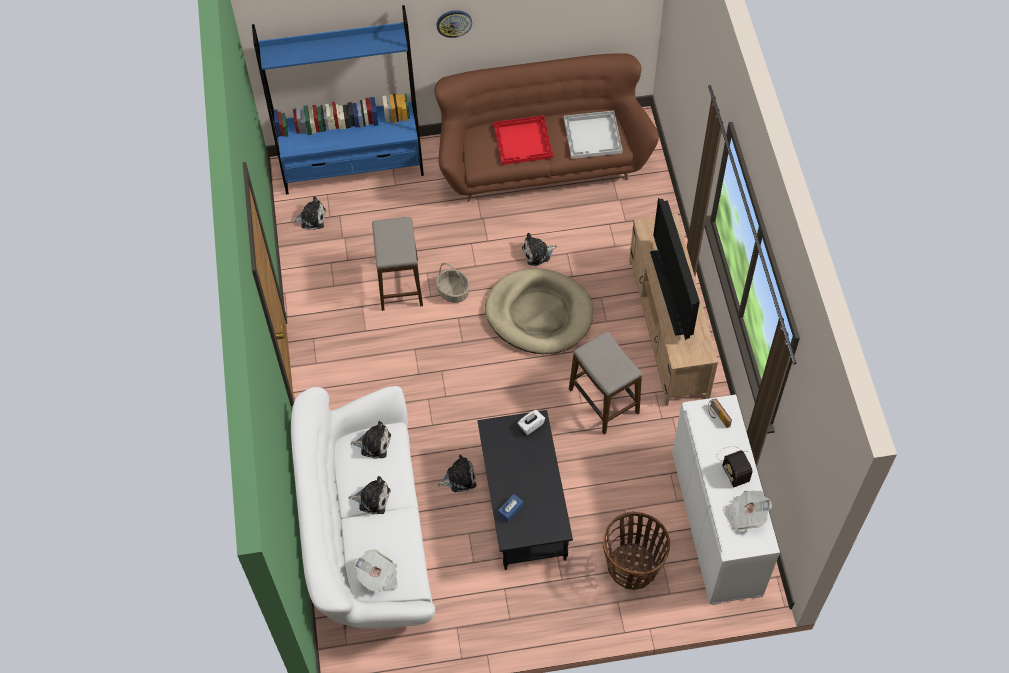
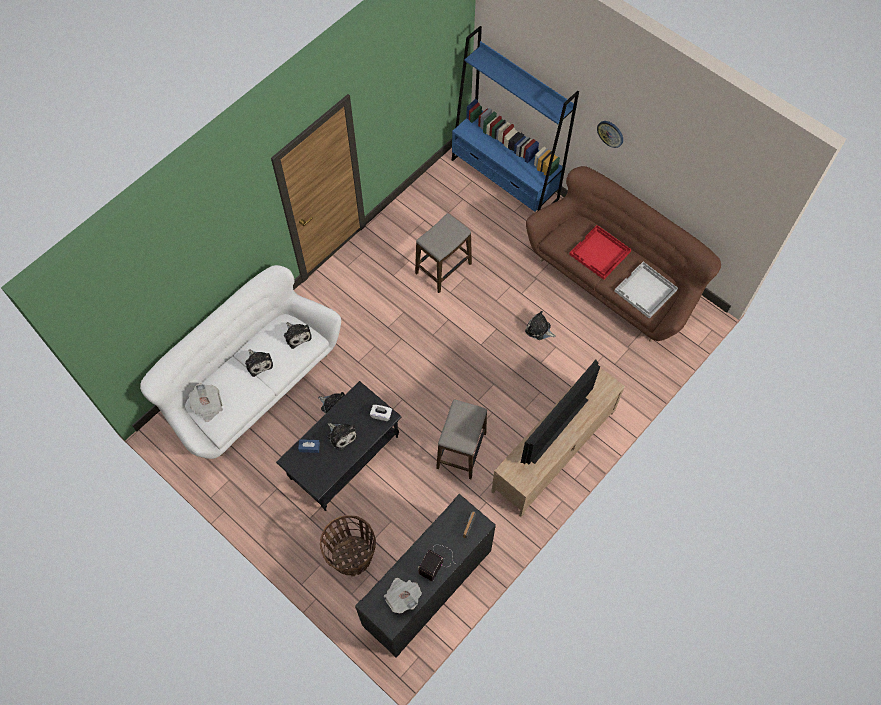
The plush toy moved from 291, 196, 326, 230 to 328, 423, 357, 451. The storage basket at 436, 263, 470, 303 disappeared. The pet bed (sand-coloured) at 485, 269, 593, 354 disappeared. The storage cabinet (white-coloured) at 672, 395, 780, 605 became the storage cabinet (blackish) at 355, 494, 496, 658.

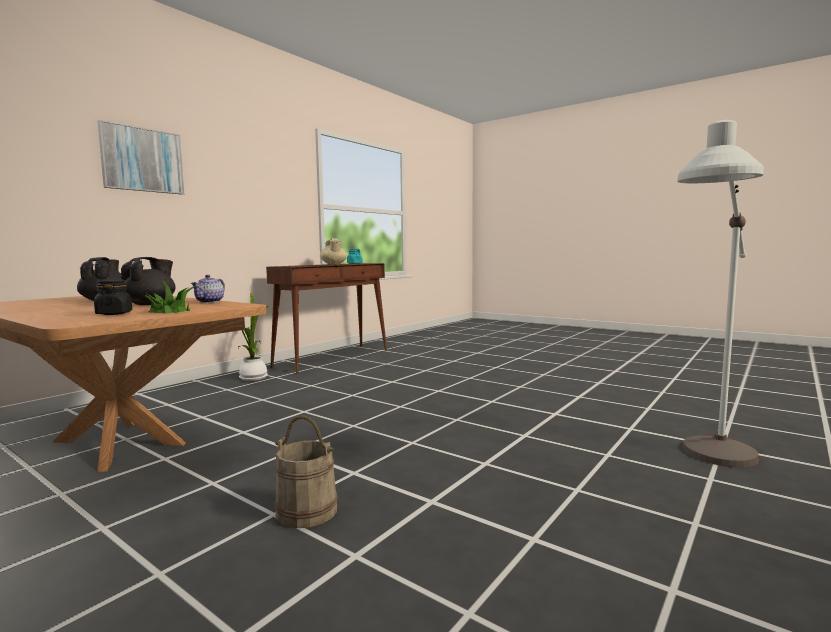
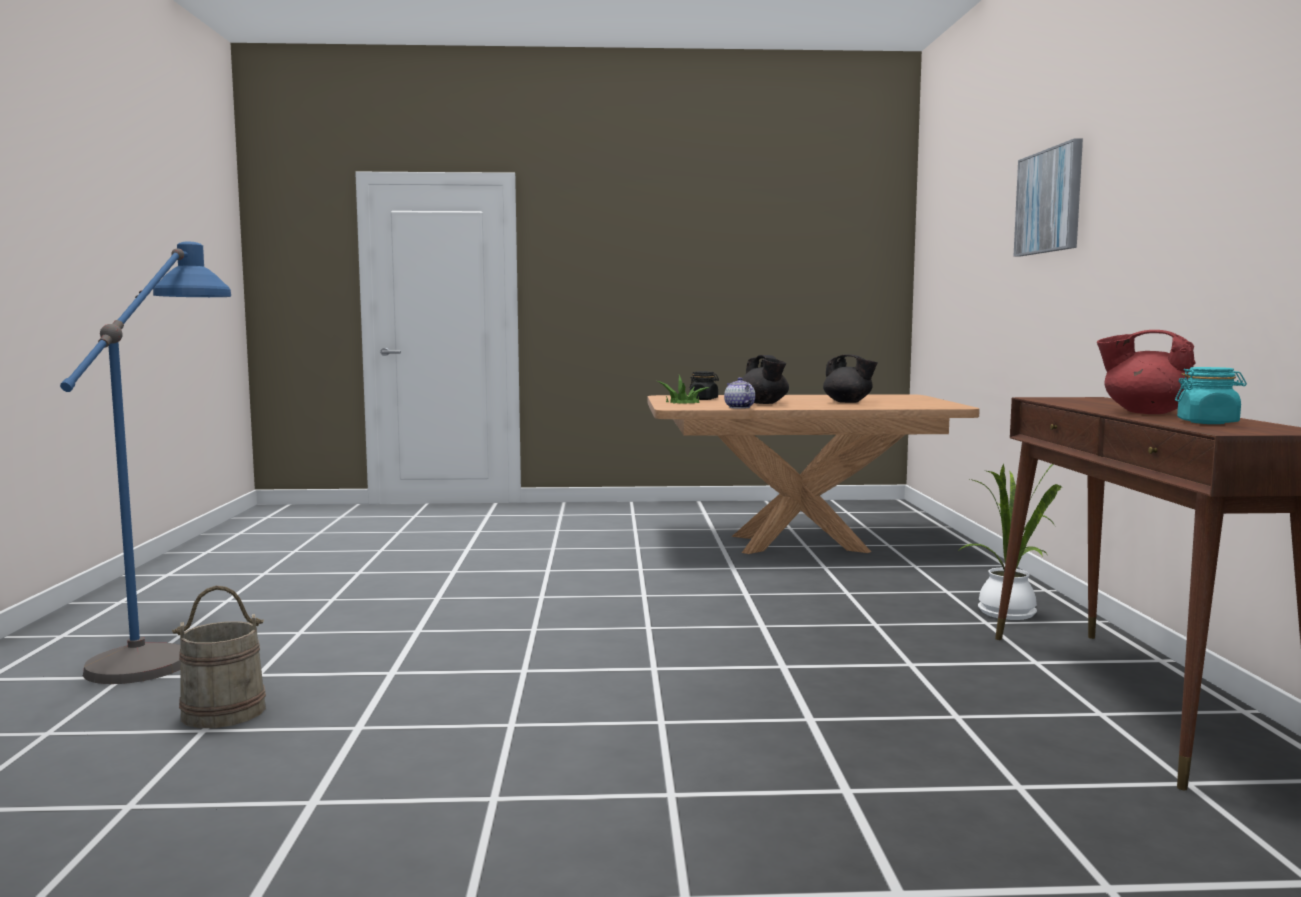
The standard lamp (white-coloured) at 677, 120, 764, 467 became the standard lamp (blue) at 60, 242, 231, 684. The teapot (sand-coloured) at 320, 238, 347, 265 became the teapot (reddish) at 1097, 330, 1195, 414. The water bucket (sand-coloured) moved from 275, 415, 337, 528 to 172, 586, 266, 728.

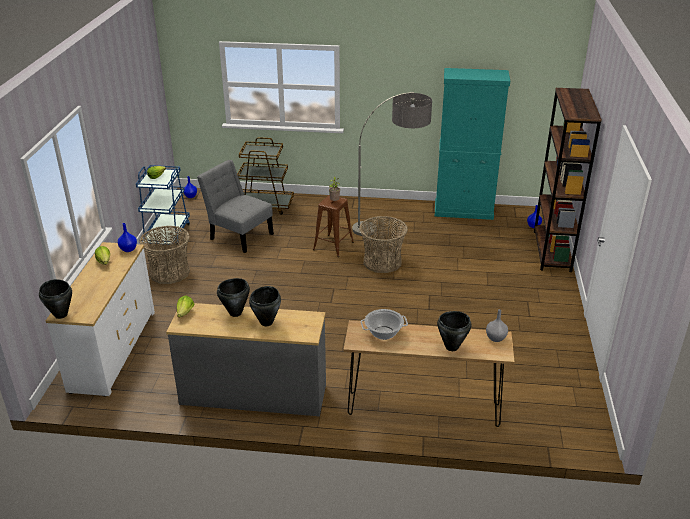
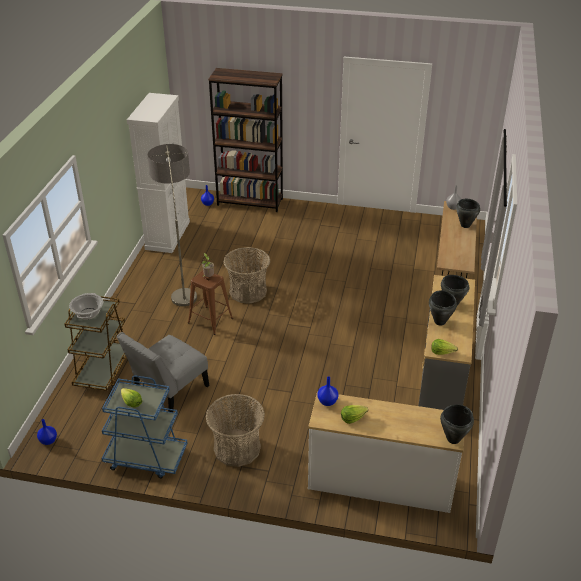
The storage cabinet (blue-green) at 435, 68, 510, 220 became the storage cabinet (white-coloured) at 127, 93, 190, 253. The stockpot moved from 361, 309, 408, 340 to 69, 293, 103, 320.

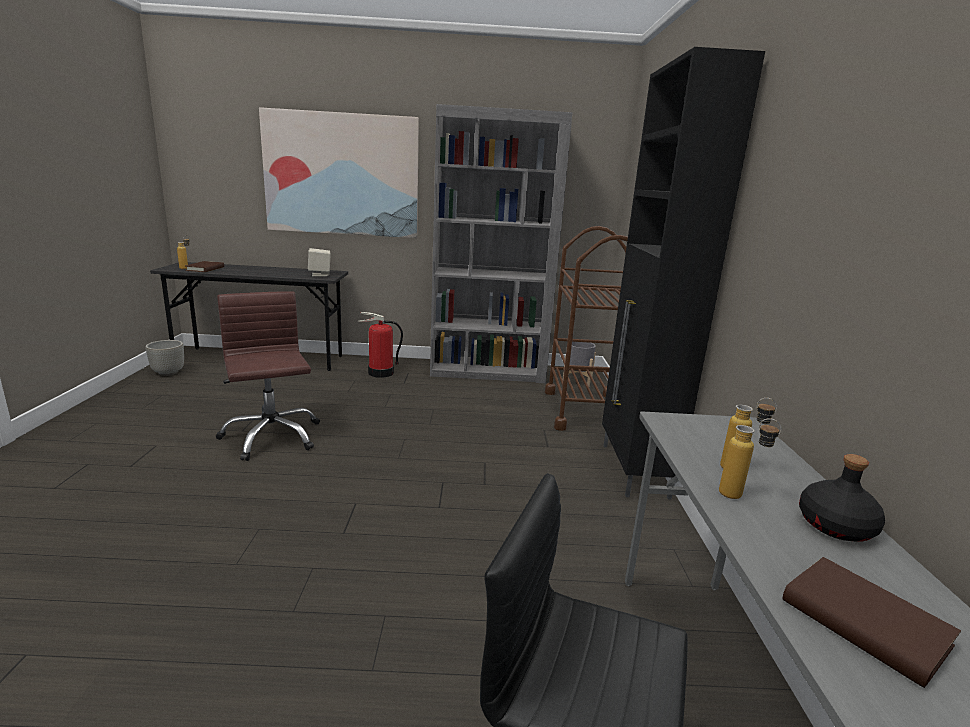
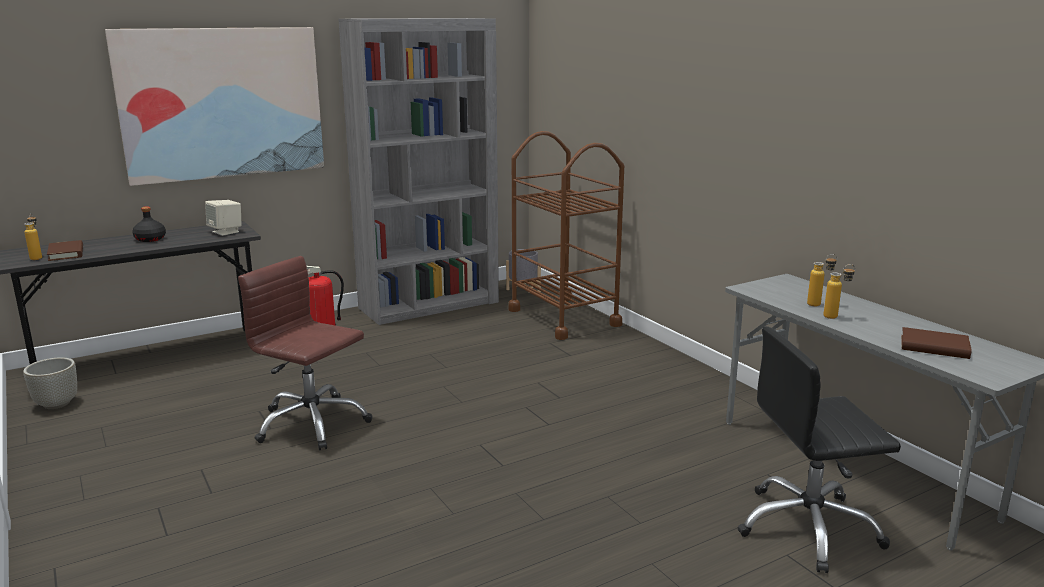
The storage cabinet (blackish) at 602, 47, 765, 500 disappeared. The drink bottle (blackish) moved from 799, 454, 885, 542 to 132, 206, 166, 242.

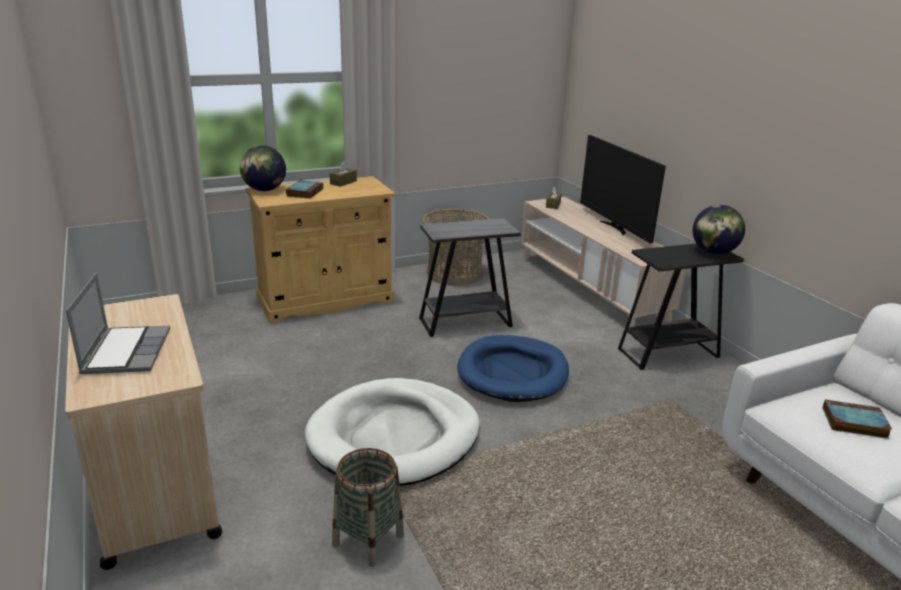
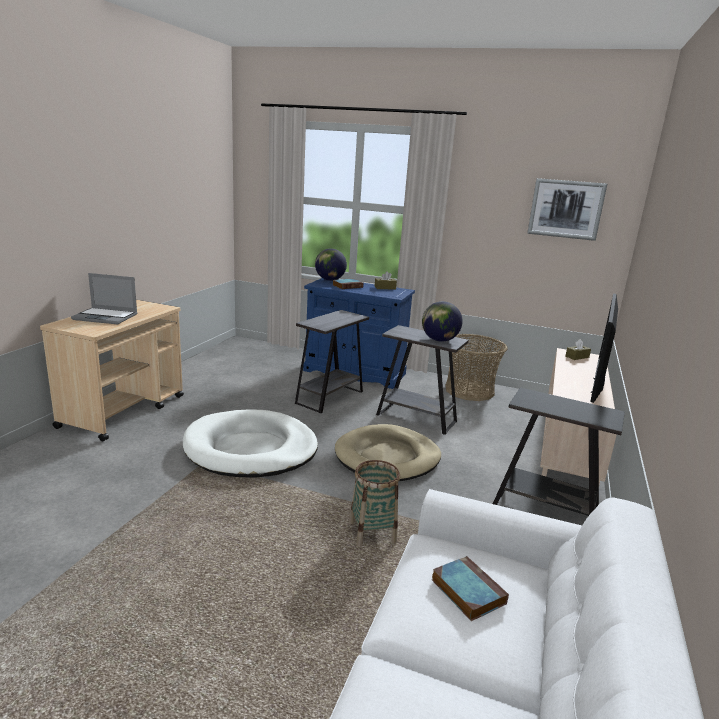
The storage cabinet (sand-coloured) at 246, 176, 395, 323 became the storage cabinet (blue) at 303, 278, 415, 389. The desk globe moved from 693, 205, 745, 254 to 422, 301, 463, 342. The portable computer at 66, 273, 170, 374 turned 60 degrees clockwise. The pet bed (blue) at 457, 335, 569, 402 became the pet bed (sand-coloured) at 335, 424, 441, 481. The storage basket moved from 332, 448, 404, 567 to 349, 460, 400, 547. The wall picture at 527, 178, 607, 241 appeared. The accent table (grey) at 295, 310, 369, 413 appeared.

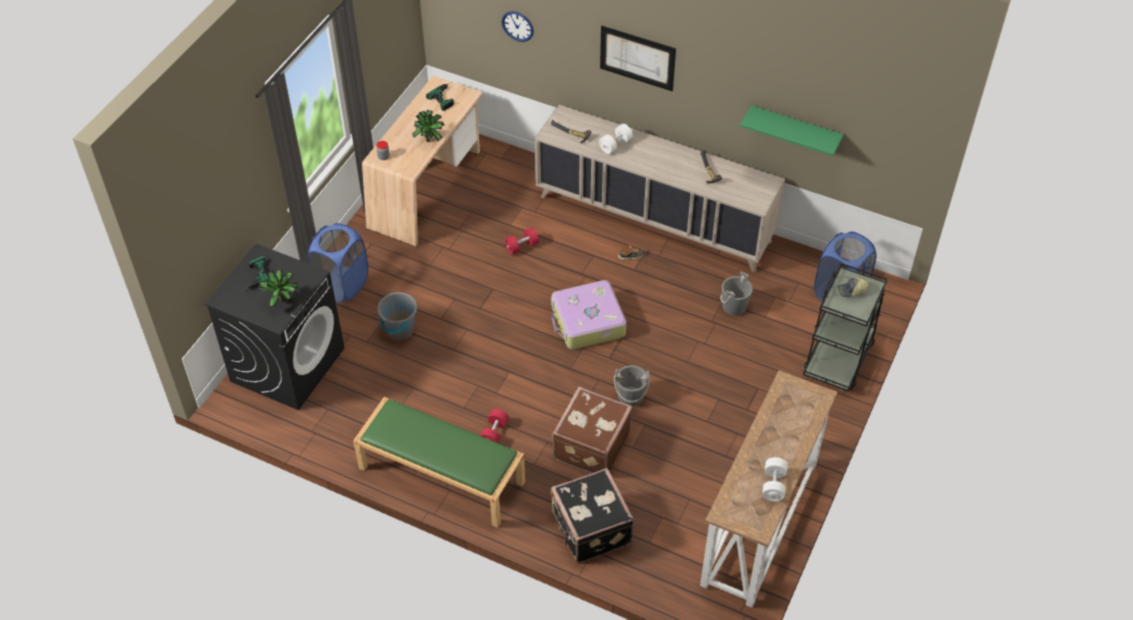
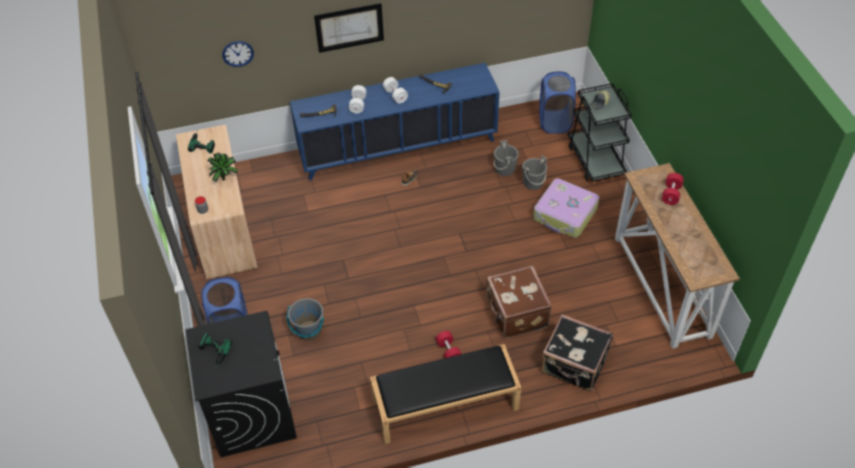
The storage cabinet (sand-coloured) at 535, 105, 785, 272 became the storage cabinet (blue) at 290, 63, 500, 180. The shelf (green-coloured) at 740, 105, 844, 156 disappeared. The free weight (reddish) moved from 505, 227, 539, 254 to 662, 173, 684, 205. The houseplant at 259, 269, 298, 307 disappeared. The suitcase moved from 551, 280, 626, 349 to 533, 178, 599, 238. The water bucket (grey) moved from 614, 365, 650, 407 to 522, 155, 547, 190. The long seat (green-coloured) at 353, 397, 525, 528 became the long seat (blackish) at 370, 344, 521, 444. The free weight (white-coloured) moved from 762, 457, 788, 502 to 383, 77, 408, 104.

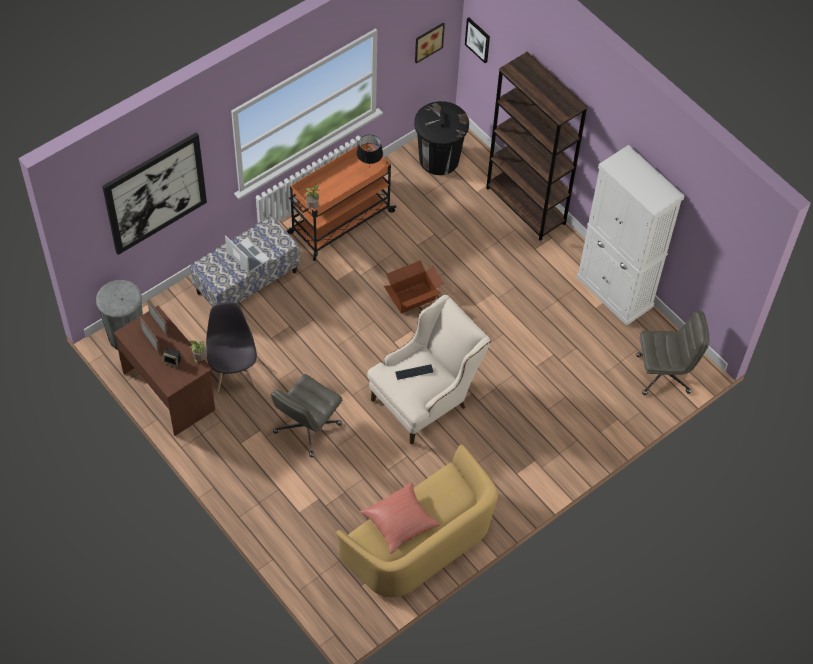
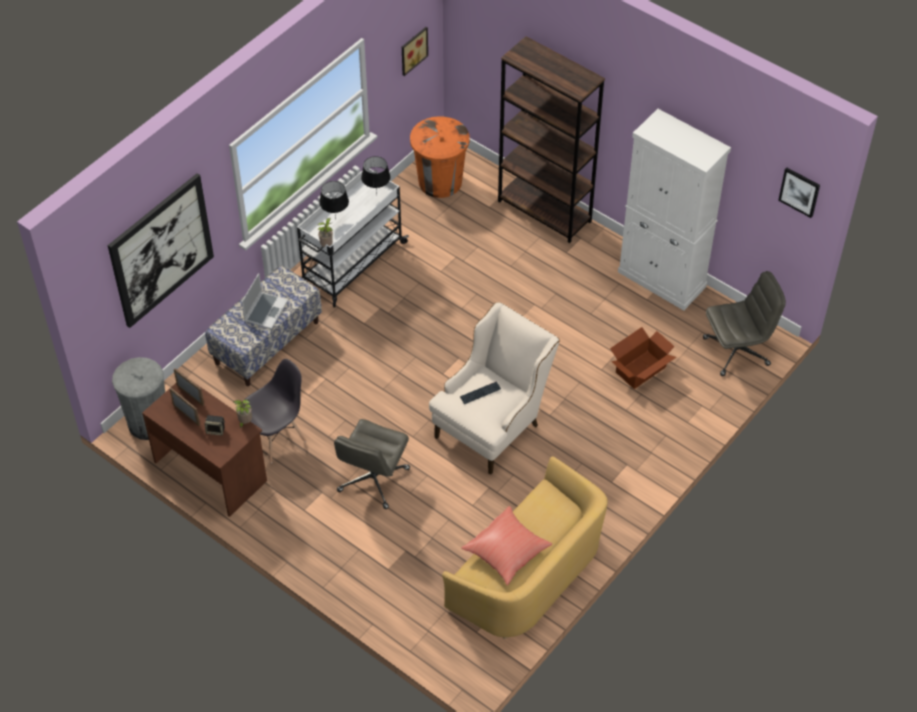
The wall picture moved from 465, 18, 490, 64 to 778, 168, 820, 218. The trash can (blackish) at 414, 101, 469, 175 became the trash can (orangey) at 410, 116, 470, 198. The cart (orangey) at 287, 143, 396, 261 became the cart (white-coloured) at 297, 168, 409, 307. The portable computer at 225, 235, 270, 274 turned 75 degrees clockwise. The carton moved from 384, 260, 443, 314 to 610, 327, 676, 389. The upright chair (grey) at 206, 302, 257, 393 turned 75 degrees clockwise. The tabletop lamp (blackish) at 319, 181, 349, 220 appeared.

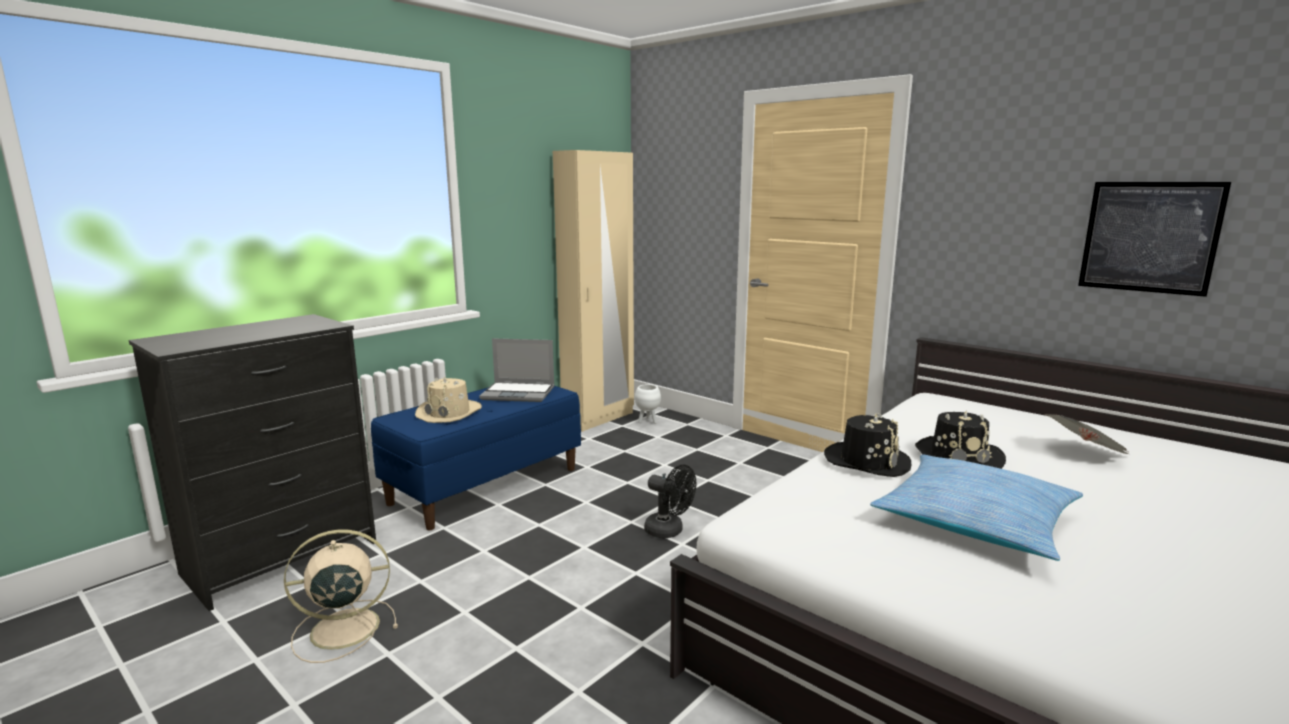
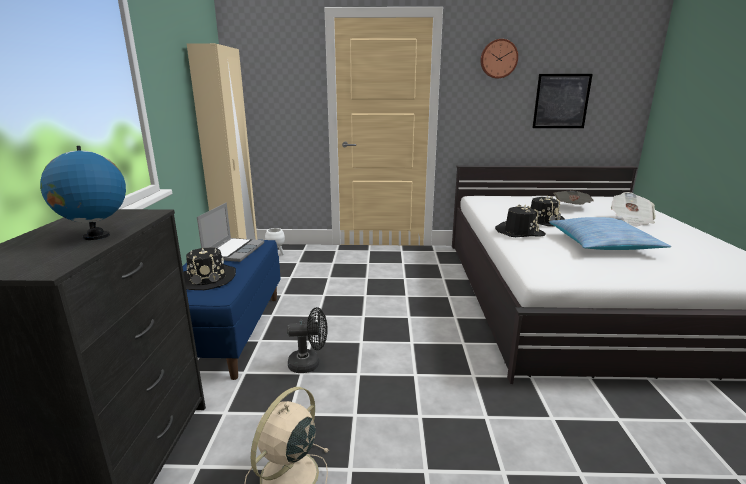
The portable computer at 479, 338, 555, 402 turned 45 degrees counterclockwise. The hat (sand-coloured) at 415, 376, 482, 423 became the hat (blackish) at 183, 247, 236, 290. The cooling fan (blackish) moved from 644, 465, 696, 539 to 287, 307, 328, 373. The hanging clock at 480, 39, 518, 78 appeared. The desk globe at 40, 146, 126, 240 appeared. The daily paper at 611, 192, 656, 227 appeared.

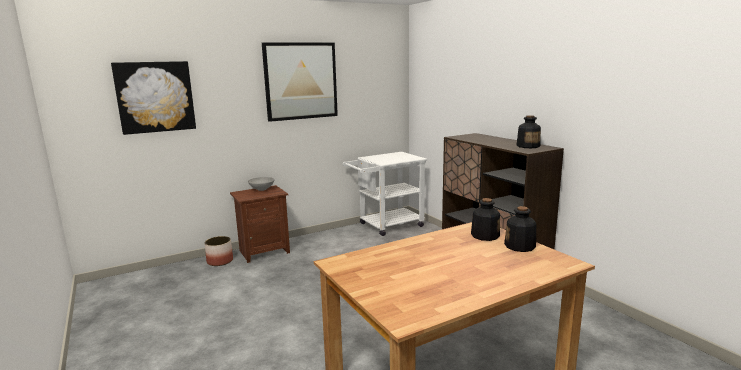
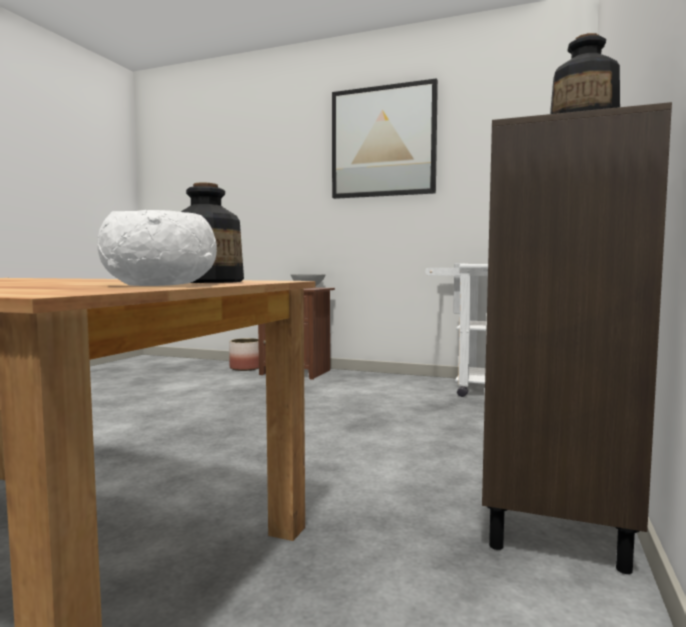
The wall picture at 111, 61, 196, 135 disappeared. The drink bottle at 504, 206, 536, 252 was replaced by the serving bowl (white-coloured) at 97, 210, 217, 286.

